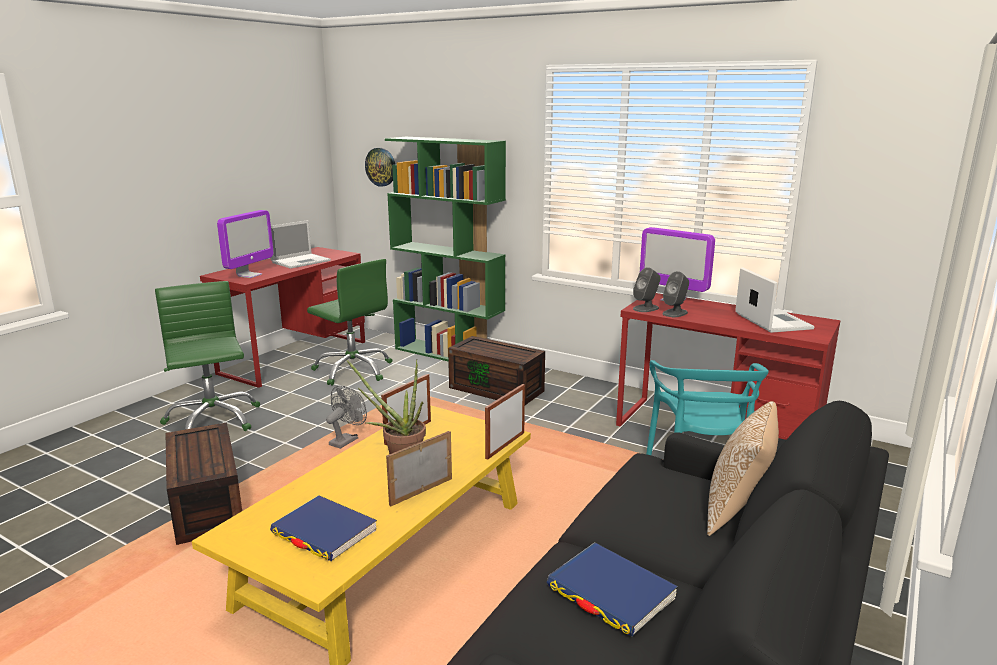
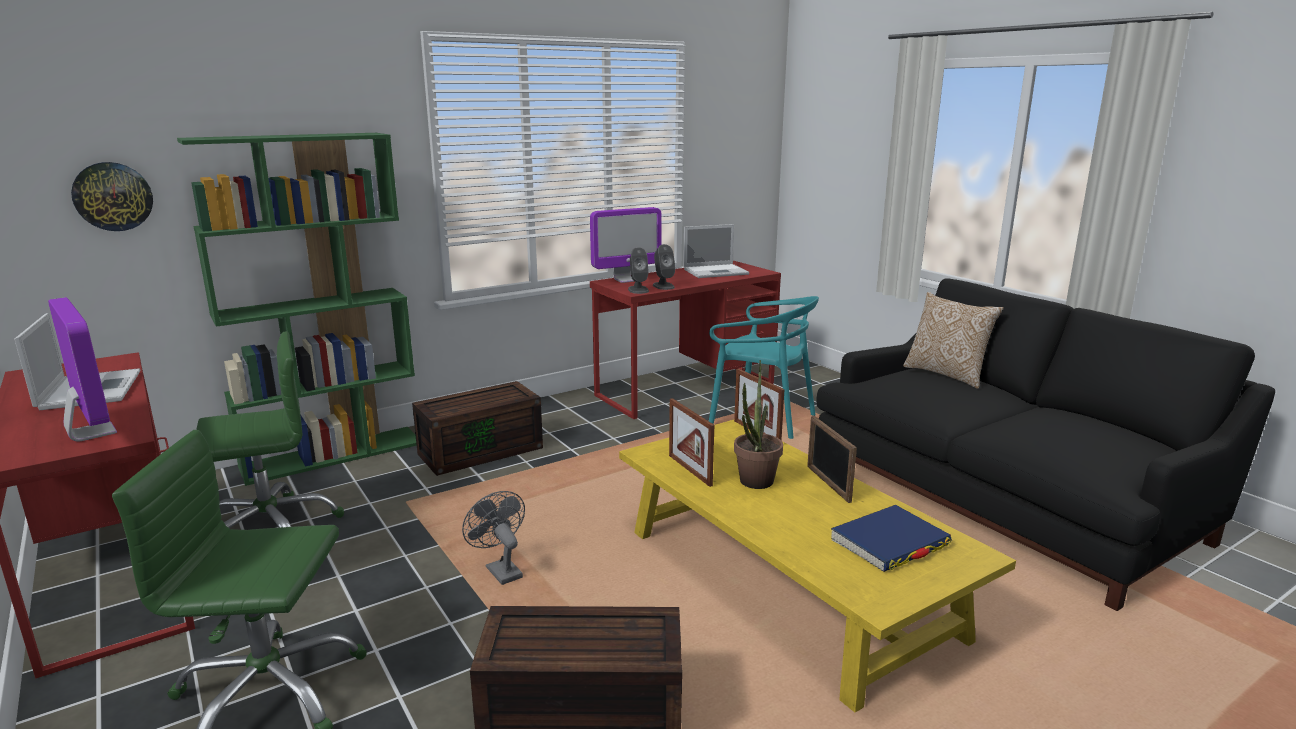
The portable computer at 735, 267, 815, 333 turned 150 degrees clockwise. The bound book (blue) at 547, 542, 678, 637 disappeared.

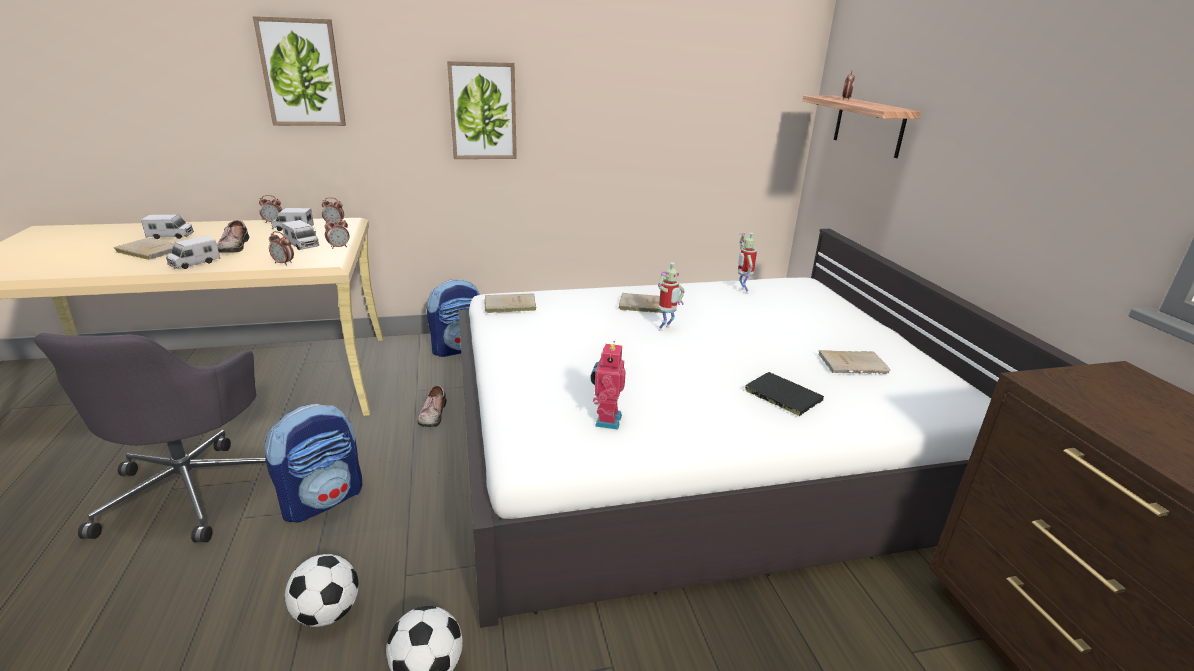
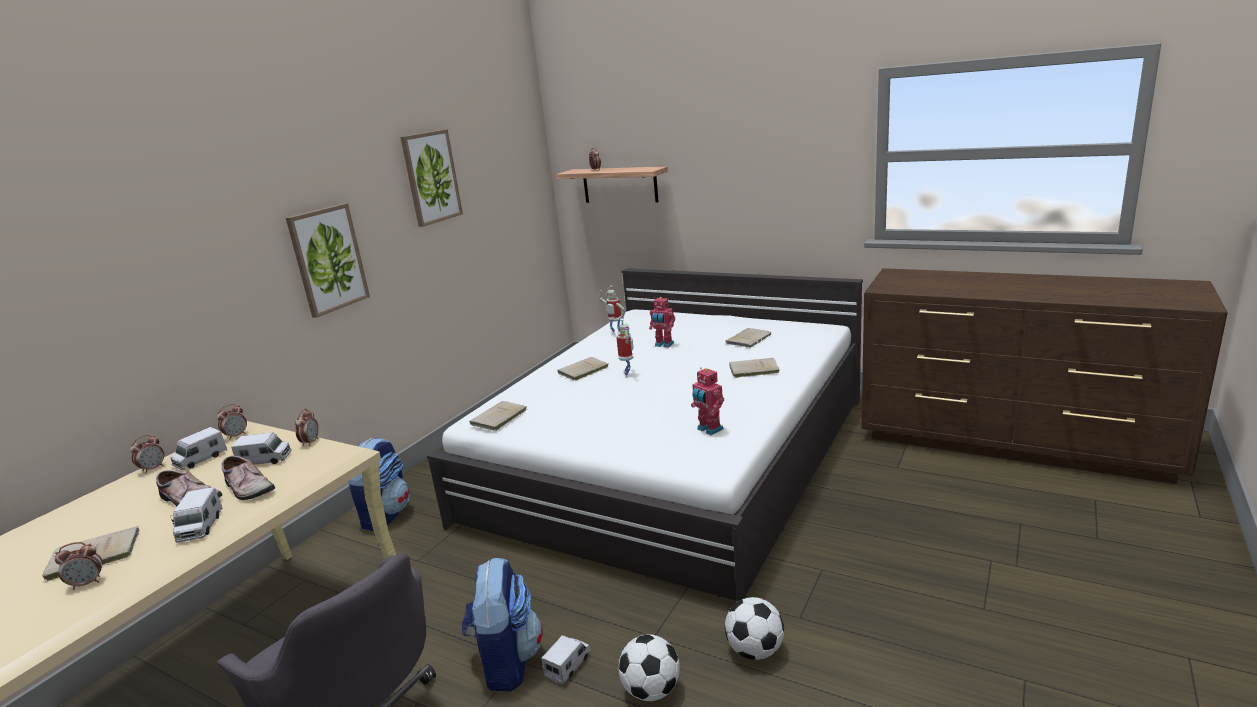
The wall picture moved from 253, 16, 346, 126 to 400, 129, 463, 227. The model truck moved from 141, 214, 194, 239 to 541, 635, 591, 685. The alarm clock moved from 269, 231, 294, 266 to 55, 542, 103, 590. The bound book (blackish) at 745, 372, 824, 416 became the bound book (sand-coloured) at 729, 358, 779, 378. The shoe moved from 417, 385, 447, 427 to 221, 456, 275, 500. The toy robot at 649, 297, 675, 348 appeared.

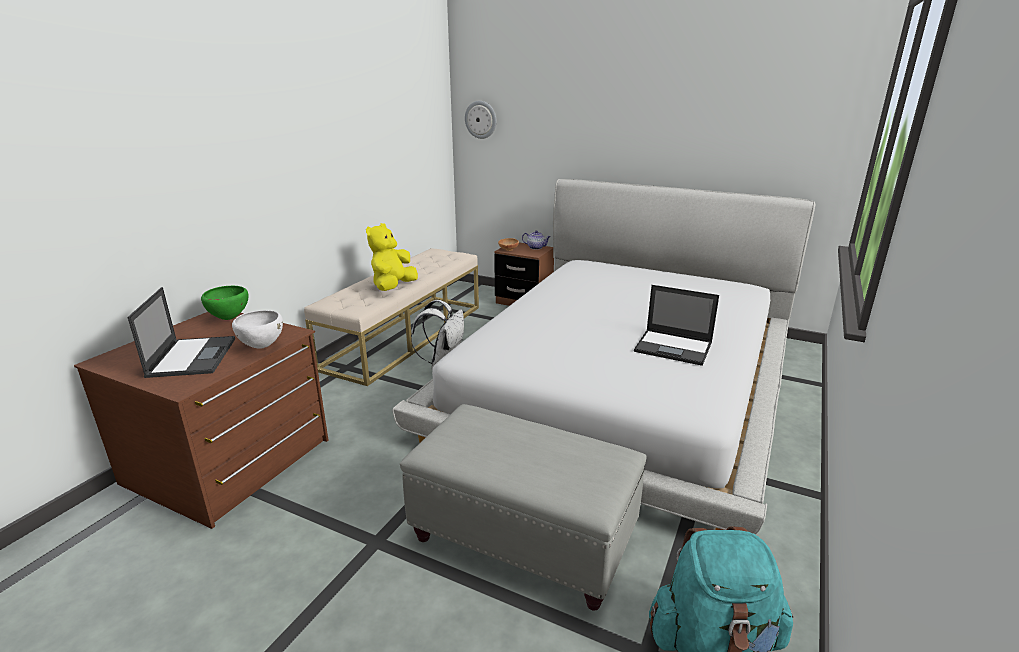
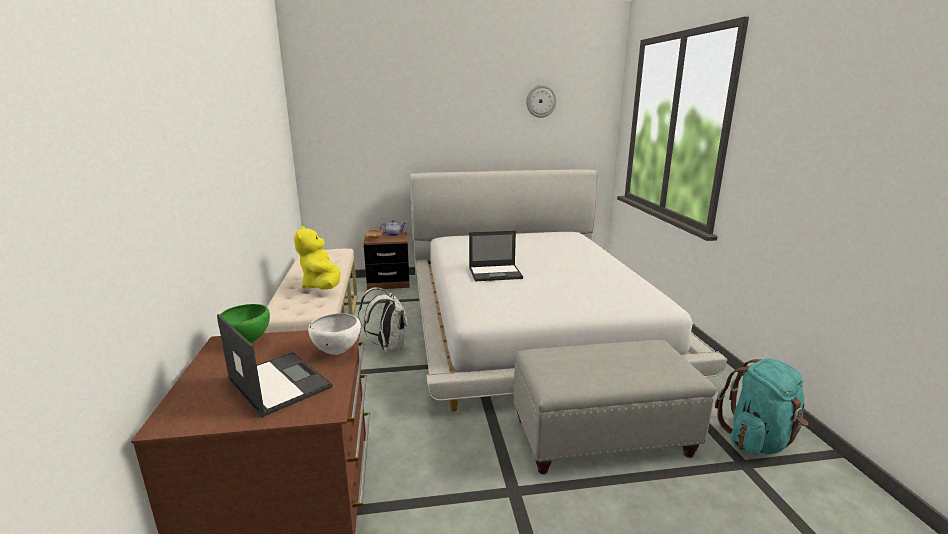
The hanging clock moved from 465, 101, 496, 139 to 526, 85, 557, 118. The portable computer moved from 634, 285, 719, 366 to 469, 231, 523, 281.

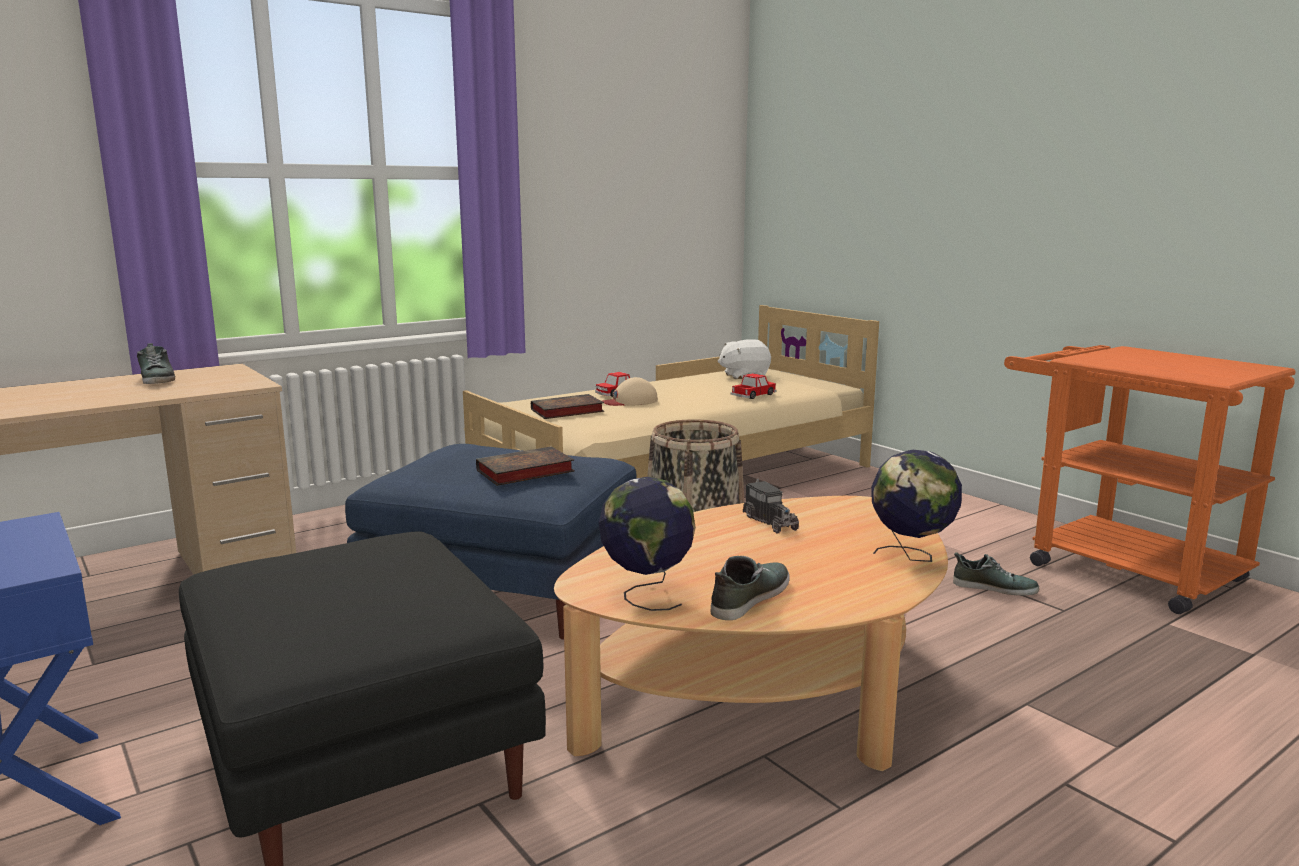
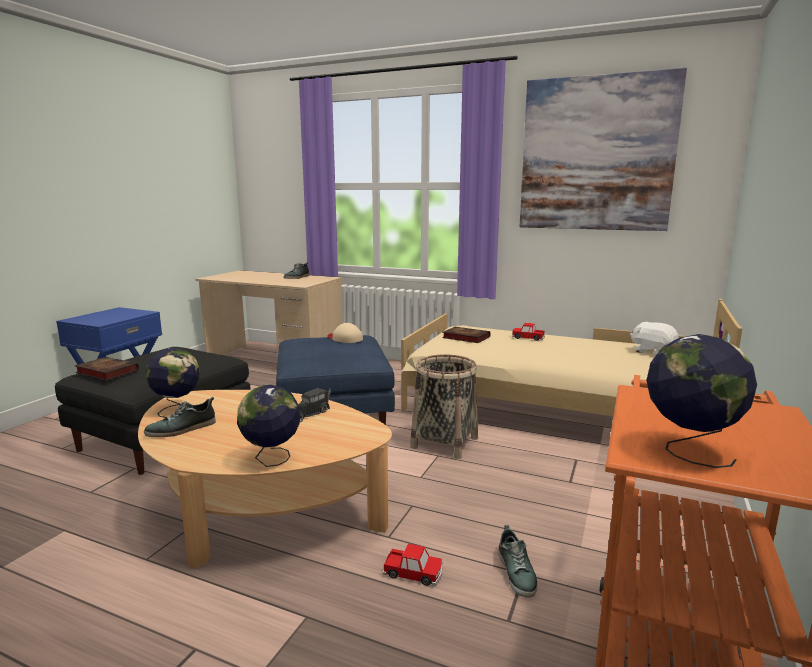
The model car moved from 730, 373, 777, 399 to 382, 544, 443, 586. The cap (sand-coloured) moved from 602, 377, 658, 406 to 327, 323, 363, 343. The bound book moved from 476, 446, 575, 486 to 75, 357, 139, 381. The shoe at 711, 556, 790, 620 turned 135 degrees clockwise. The wall picture at 520, 68, 687, 231 appeared. The desk globe at 647, 334, 757, 468 appeared.

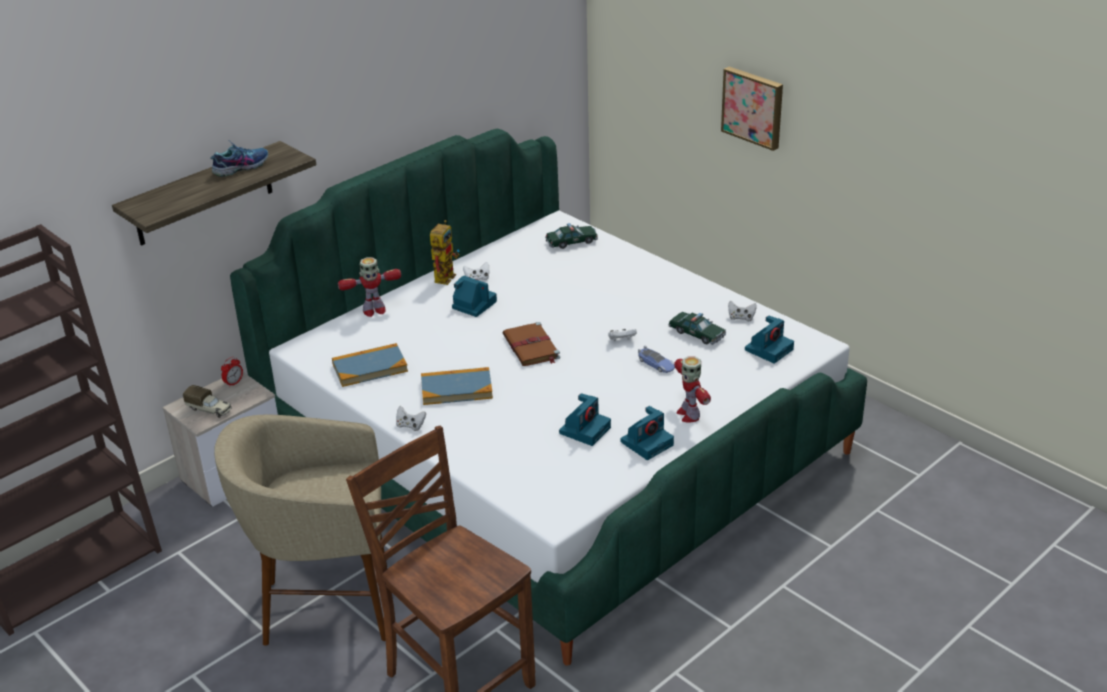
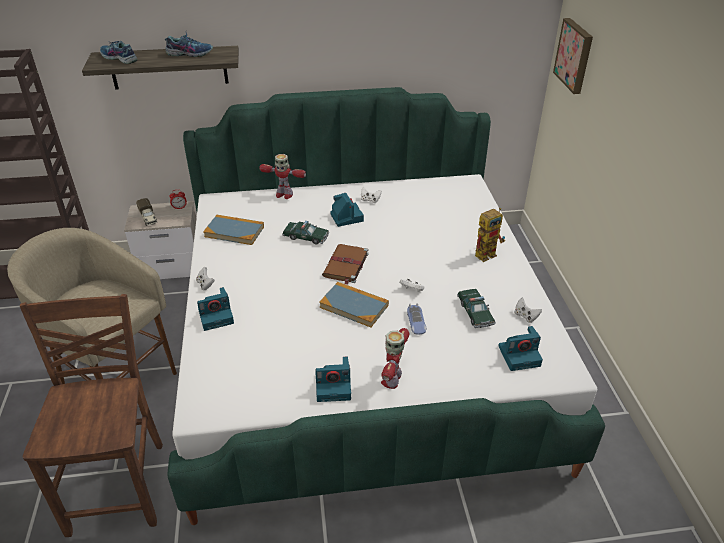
The wall picture moved from 721, 67, 783, 151 to 553, 18, 593, 94. The toy robot moved from 430, 220, 460, 285 to 475, 208, 505, 262. The model car moved from 545, 223, 598, 249 to 282, 221, 329, 245. The bound book moved from 421, 367, 493, 405 to 319, 282, 389, 327. The photo camera moved from 559, 393, 611, 446 to 197, 287, 234, 331. The shoe at 100, 41, 137, 64 appeared.

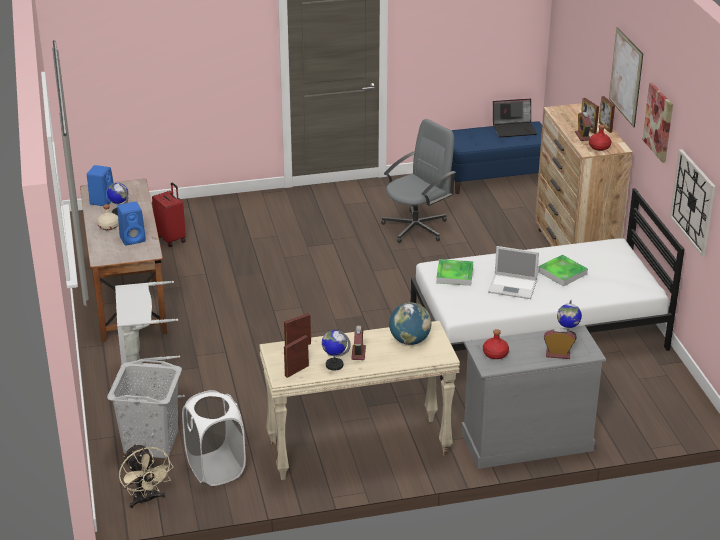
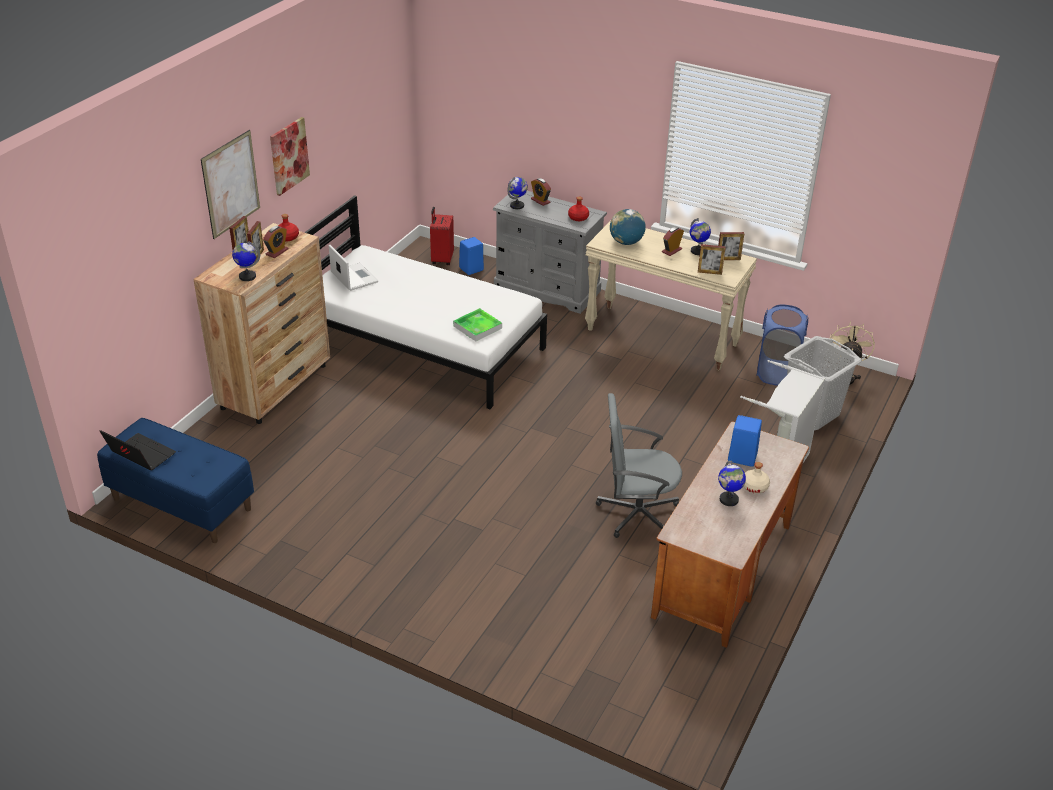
The desk chair (grey) moved from 381, 119, 456, 243 to 596, 393, 682, 538. The hanging clock at 670, 149, 716, 256 disappeared. The speaker (blue) moved from 87, 165, 113, 206 to 459, 237, 484, 275. The suitcase (reddish) moved from 152, 182, 186, 247 to 430, 207, 454, 265. The portable computer moved from 488, 246, 539, 299 to 329, 245, 378, 291. The carrying tray at 538, 254, 588, 287 disappeared. The laundry basket (white-coloured) at 182, 390, 246, 486 became the laundry basket (blue) at 756, 305, 808, 386. The desk globe at 232, 241, 260, 281 appeared.

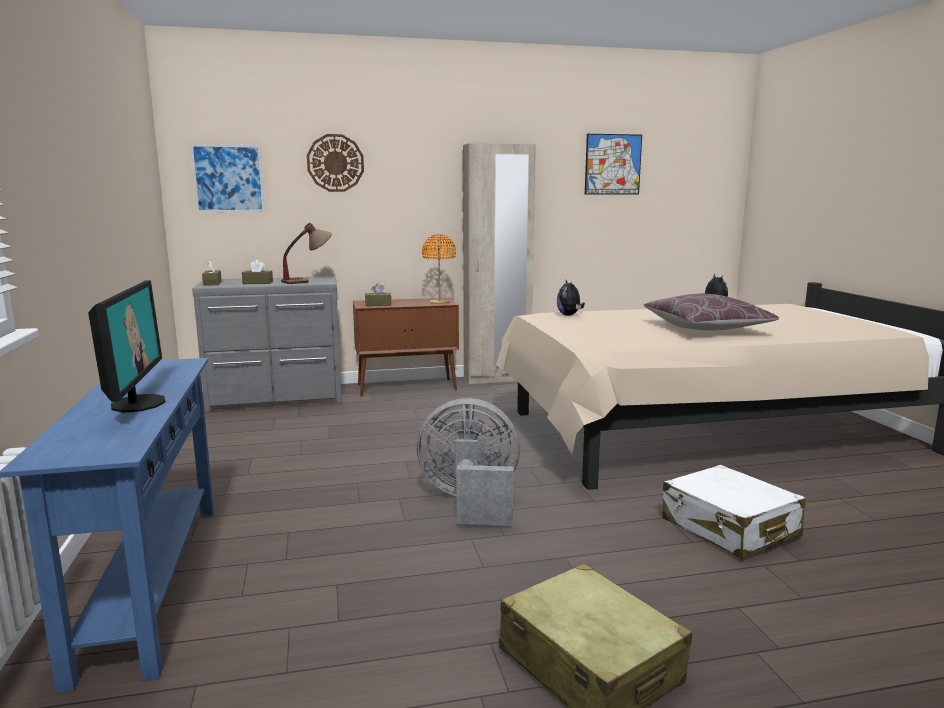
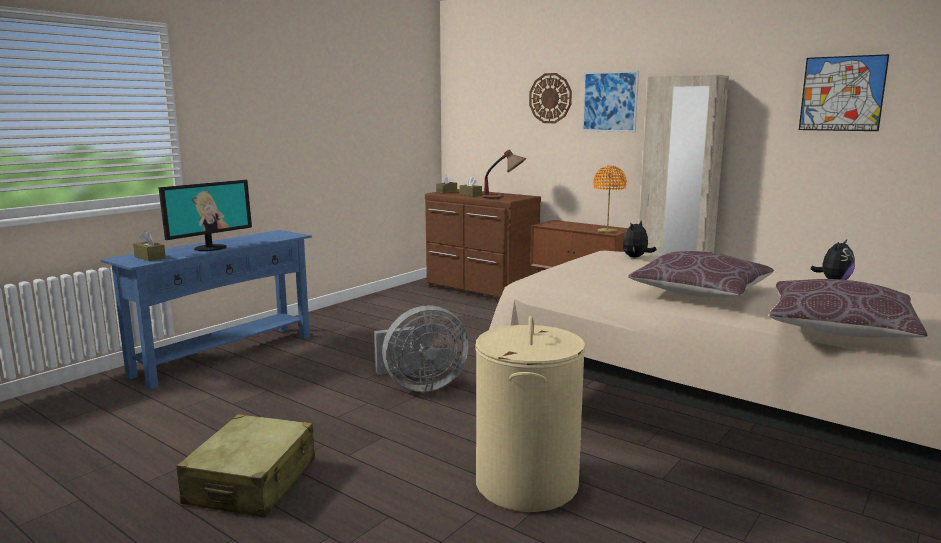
The wall picture moved from 191, 144, 265, 212 to 582, 70, 639, 132. The drawer chest (grey) at 192, 276, 342, 412 became the drawer chest (brown) at 425, 189, 541, 297. The tissue box (brown) moved from 365, 283, 391, 306 to 133, 231, 166, 261. The cooling fan (grey) at 417, 398, 520, 526 turned 105 degrees clockwise. The suitcase (white-coloured) at 662, 465, 806, 559 was replaced by the laundry basket (sand-coloured) at 475, 316, 586, 512. The cushion (brown) at 769, 279, 928, 338 appeared.

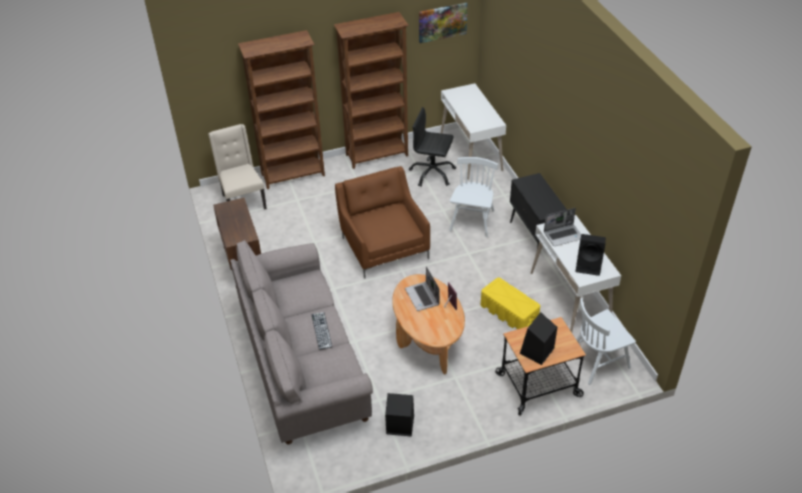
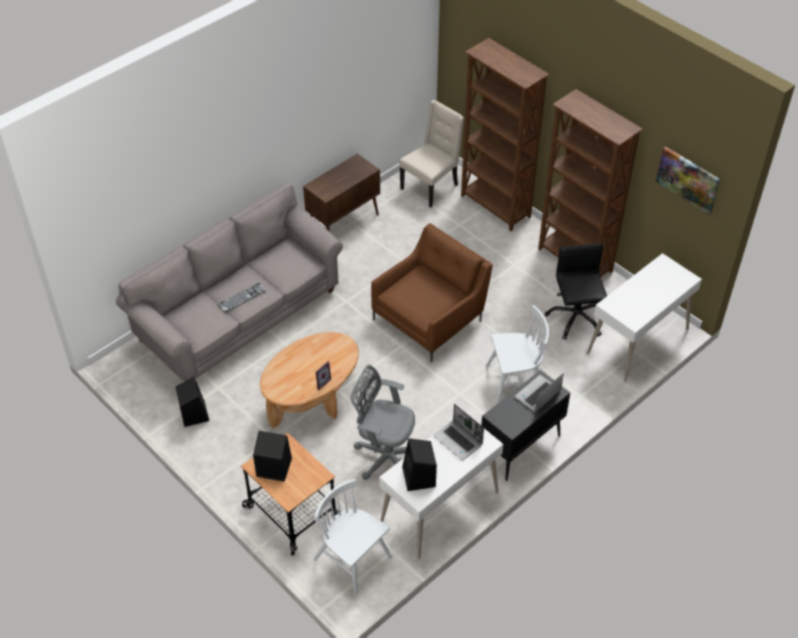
The portable computer moved from 405, 266, 440, 311 to 515, 373, 564, 412. The storage box (yellow) at 481, 277, 540, 329 was replaced by the desk chair (grey) at 350, 365, 415, 480.

